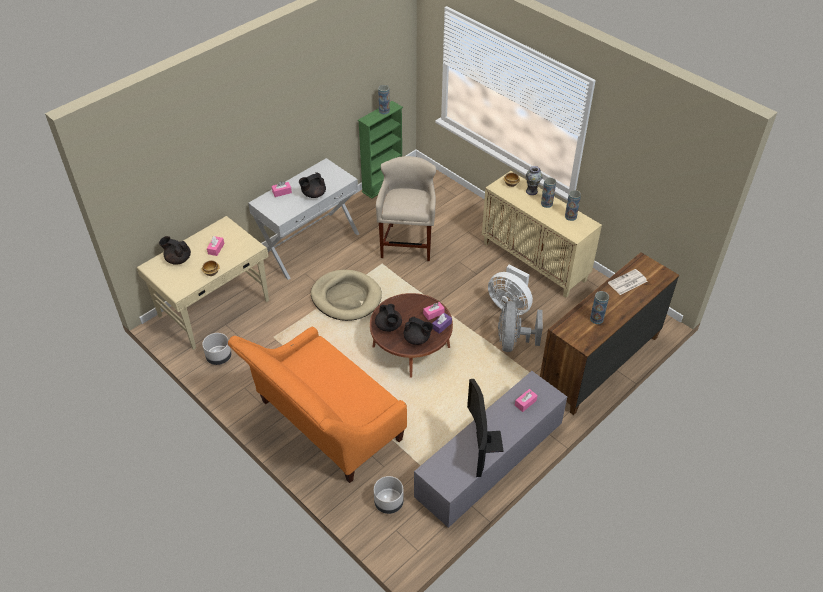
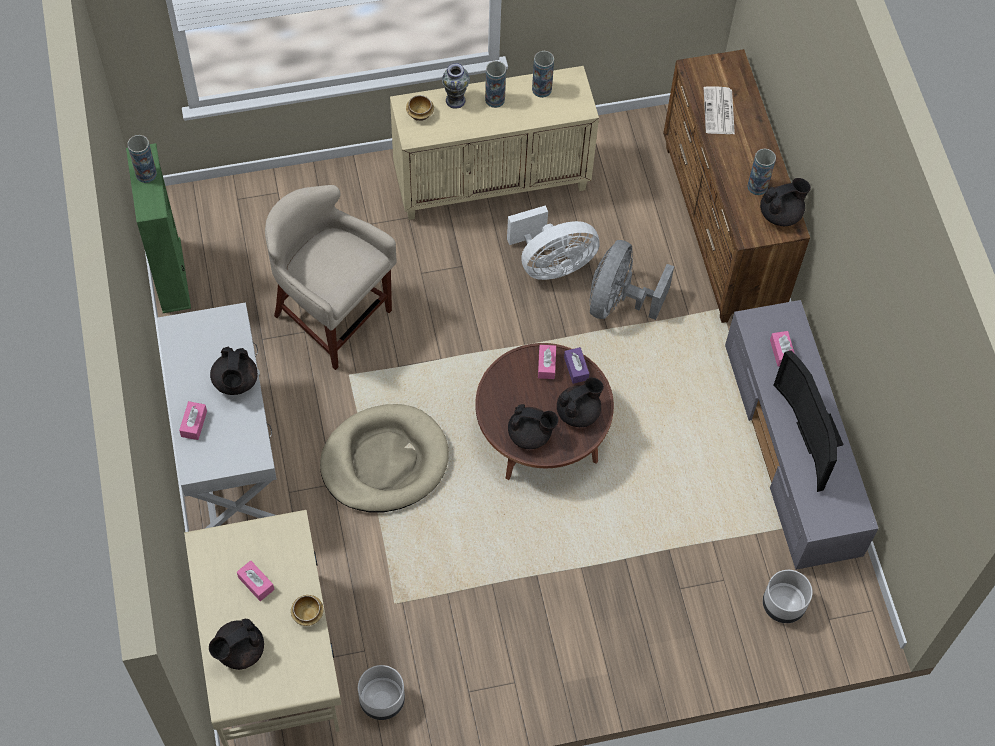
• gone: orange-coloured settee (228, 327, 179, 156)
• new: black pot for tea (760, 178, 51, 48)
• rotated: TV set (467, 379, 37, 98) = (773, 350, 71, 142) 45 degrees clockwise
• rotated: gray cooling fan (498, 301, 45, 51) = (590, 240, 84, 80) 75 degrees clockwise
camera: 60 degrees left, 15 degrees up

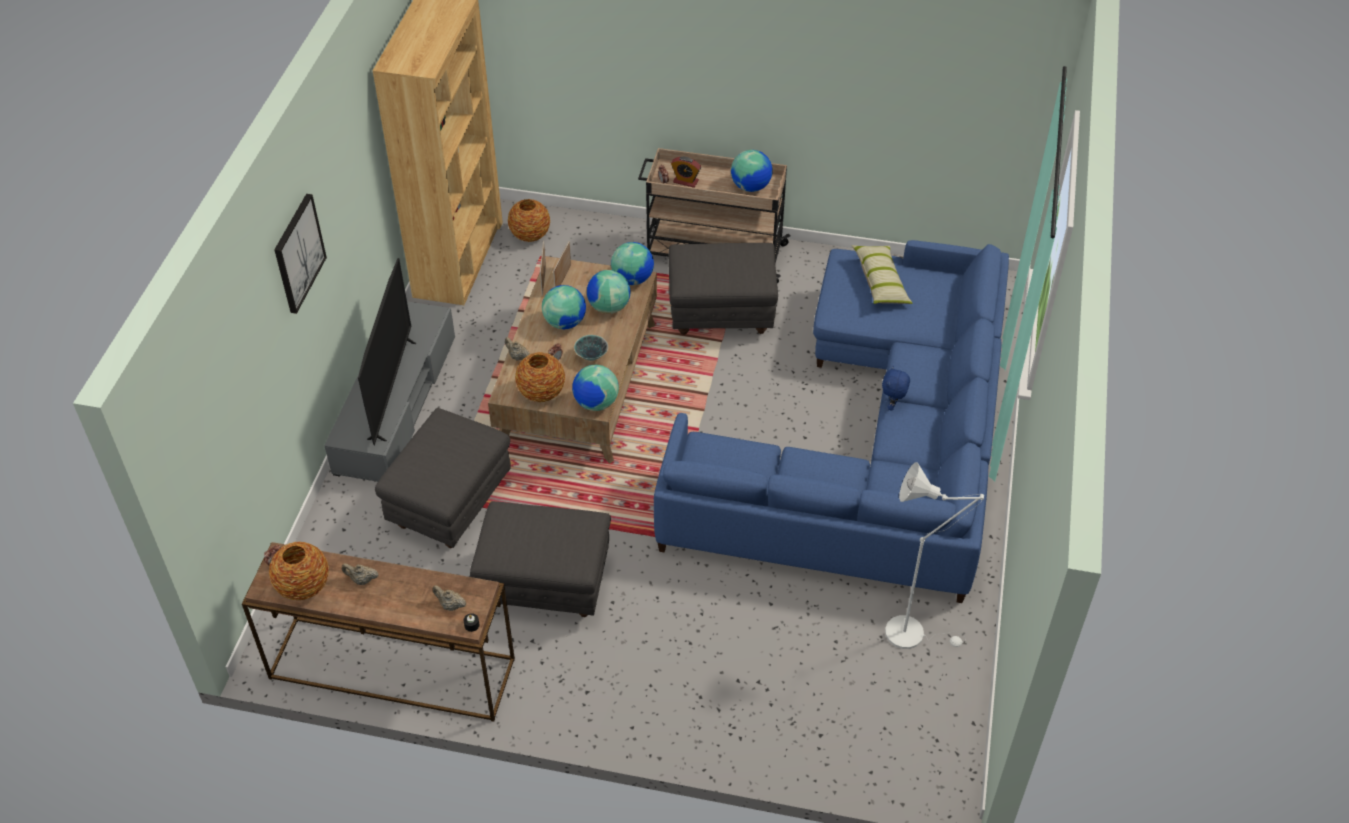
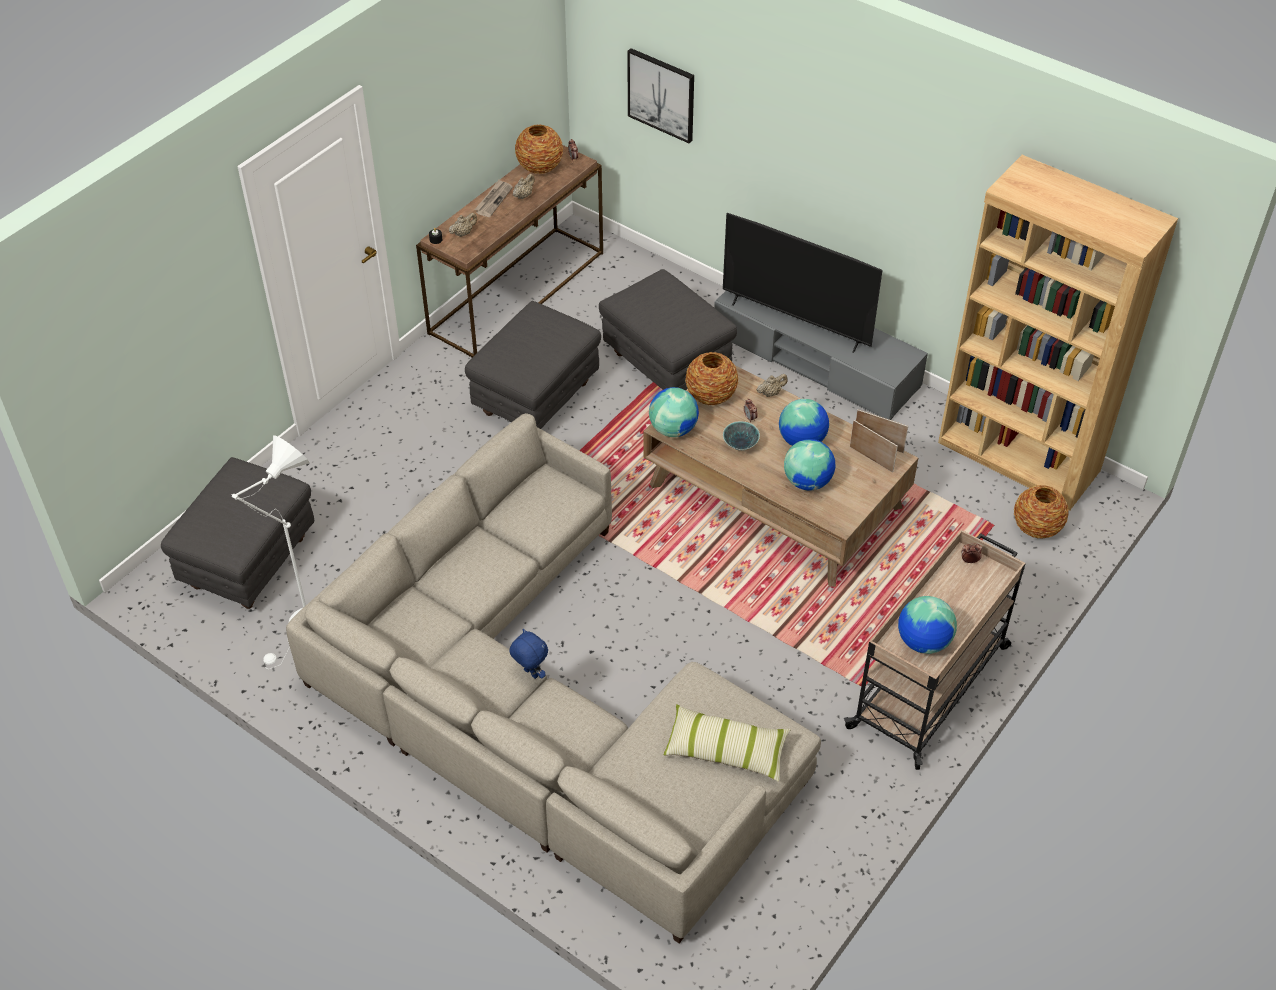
• gone: world globe (611, 242, 43, 43)
• gone: alarm clock (671, 157, 30, 31)
• new: printed paper (474, 180, 39, 37)
• shifted: wall art (274, 194, 53, 120) to (627, 48, 67, 95)
• shifted: gray footrest (668, 243, 110, 92) to (161, 457, 153, 152)
• repainted: blue settee (654, 240, 355, 363) to sand-coloured settee (286, 413, 535, 530)
camera: 115 degrees right, 0 degrees up

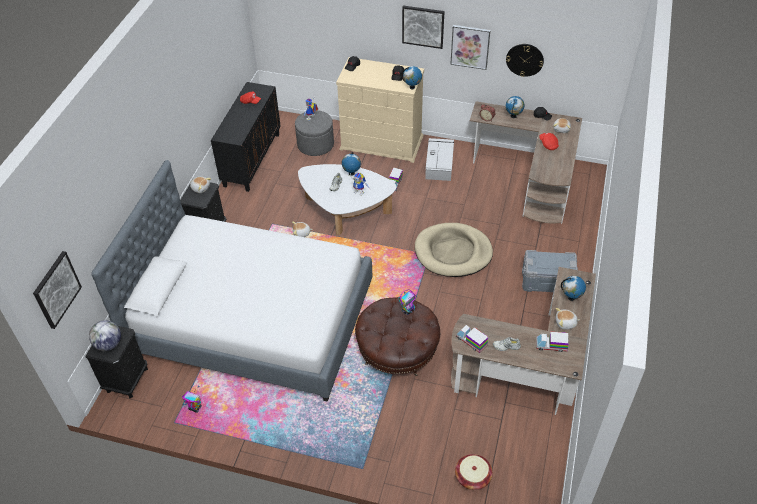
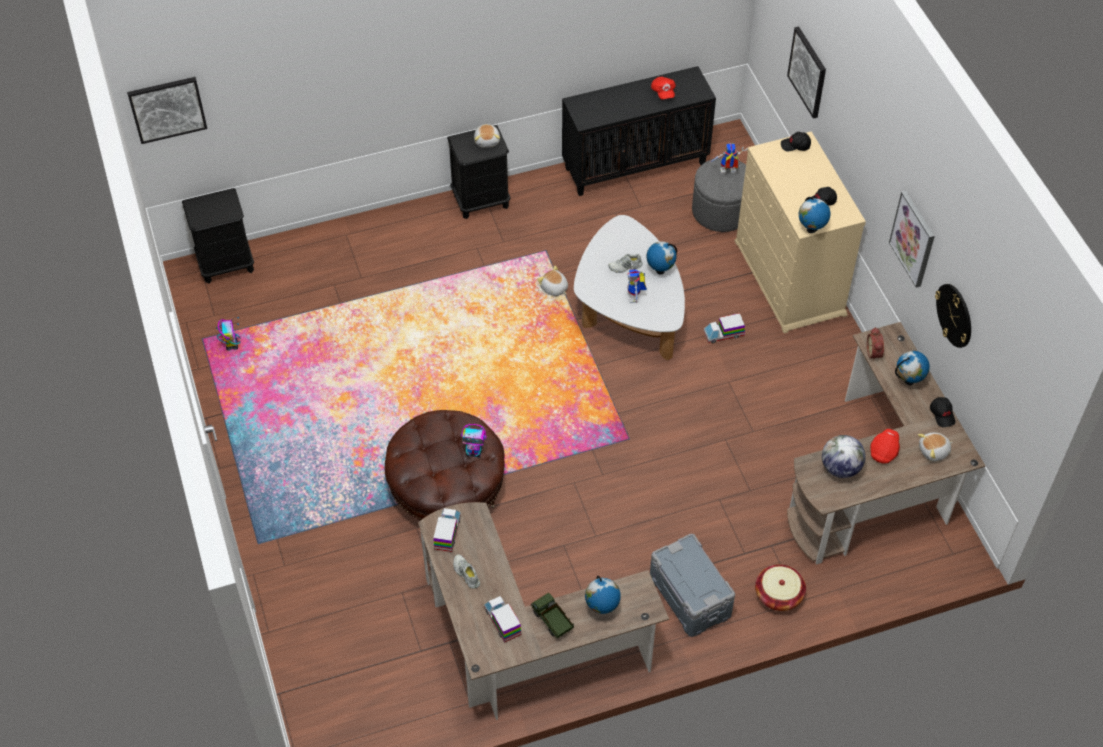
• gone: sleeping bed (91, 160, 281, 242)
• gone: sand-coloured dog bed (415, 223, 78, 54)
• gone: gray storage box (425, 138, 29, 43)
• shifted: world globe (89, 320, 32, 31) to (822, 435, 44, 43)
• shifted: wall art (402, 6, 43, 43) to (787, 26, 39, 93)
• shifted: basket (455, 454, 38, 36) to (755, 565, 51, 46)
• swapped: soft toy (556, 308, 24, 22) to toy truck (531, 593, 43, 45)
camera: 55 degrees right, 5 degrees up

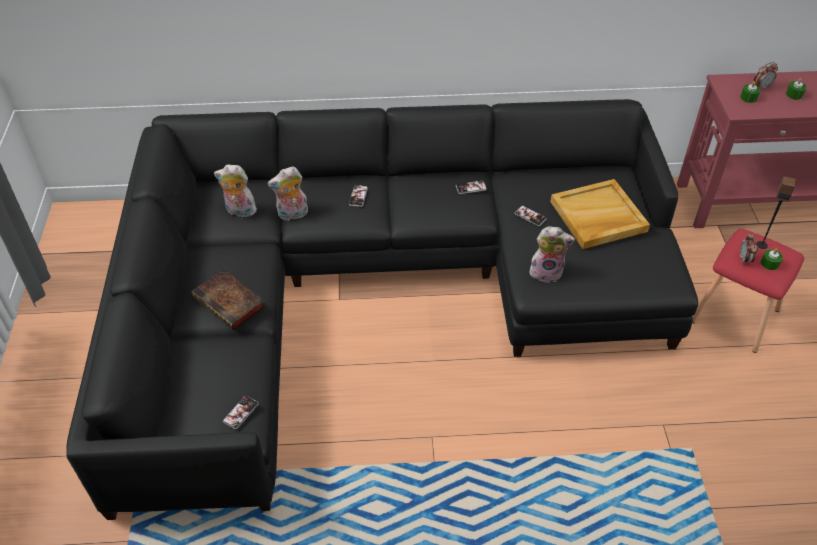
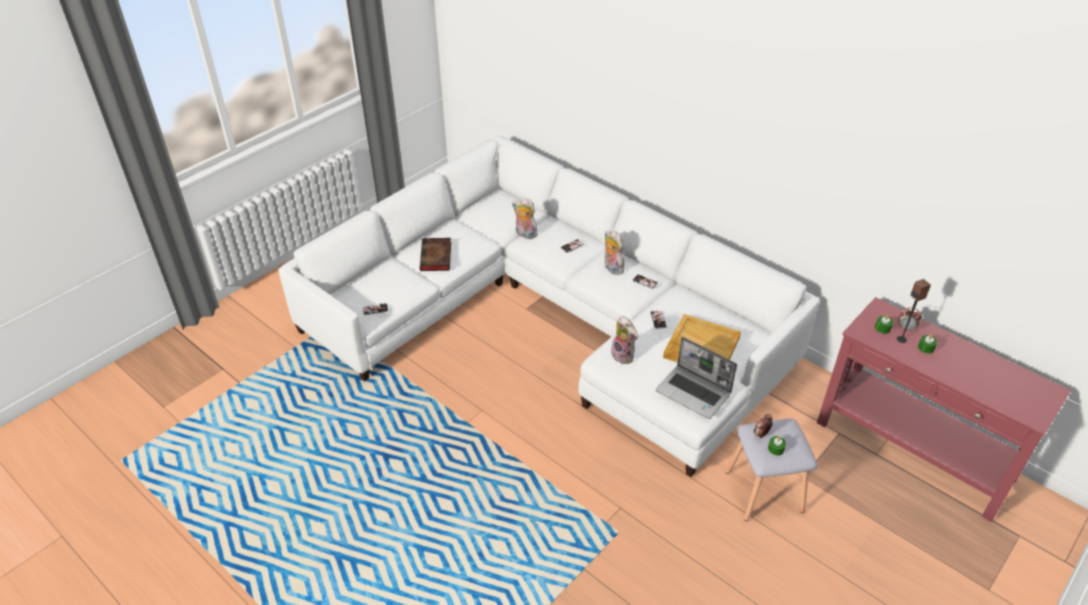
• new: portable computer (656, 337, 81, 82)
• shifted: soft toy (214, 164, 43, 53) to (605, 230, 19, 45)
• shifted: audio speaker (756, 176, 40, 73) to (897, 279, 34, 64)
• repainted: black settee (66, 99, 632, 421) to whitish settee (278, 136, 542, 341)
• repainted: red stool seat (692, 229, 112, 124) to gray stool seat (725, 419, 93, 102)
camera: 45 degrees right, 5 degrees down

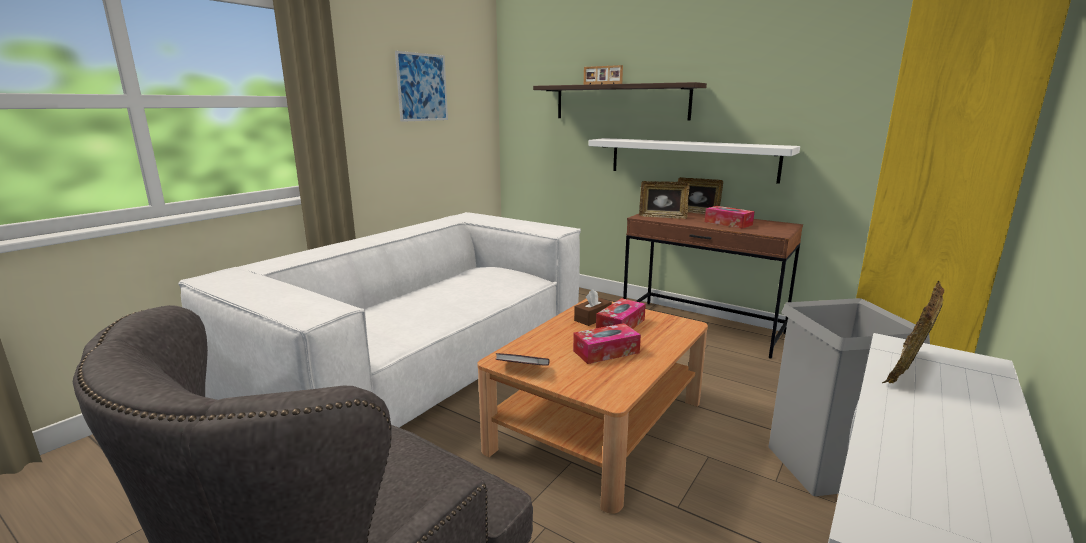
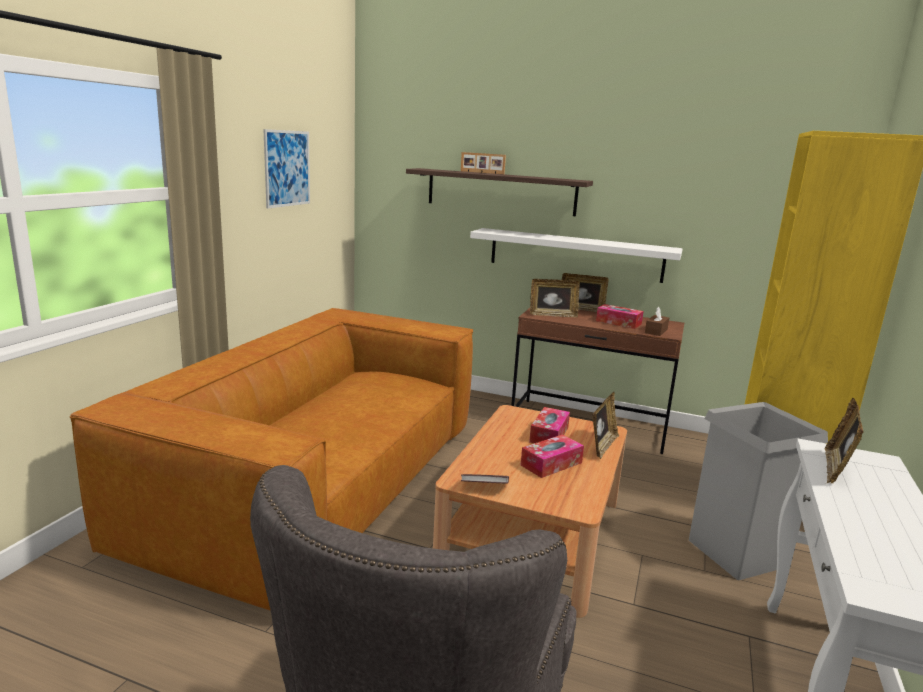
• new: photo frame (592, 392, 27, 67)
• shifted: brown tissue box (574, 289, 38, 37) to (645, 307, 24, 29)
• repainted: whitish settee (178, 212, 403, 215) to brown settee (70, 308, 403, 303)
camera: 15 degrees left, 0 degrees up

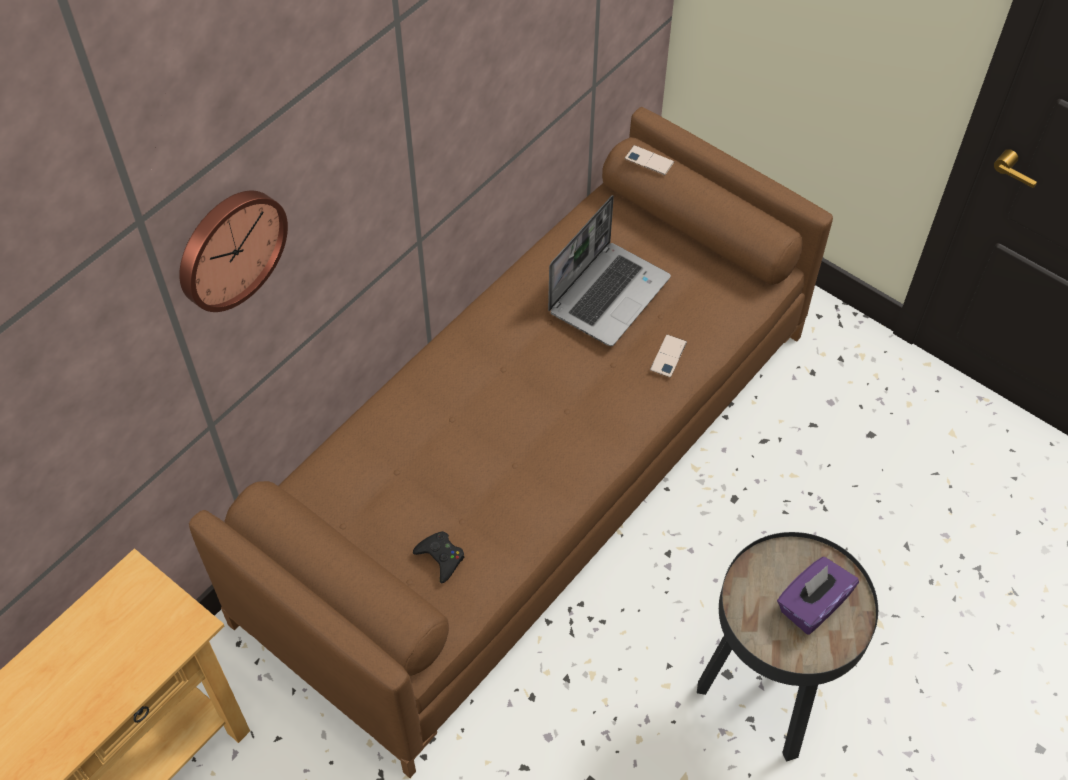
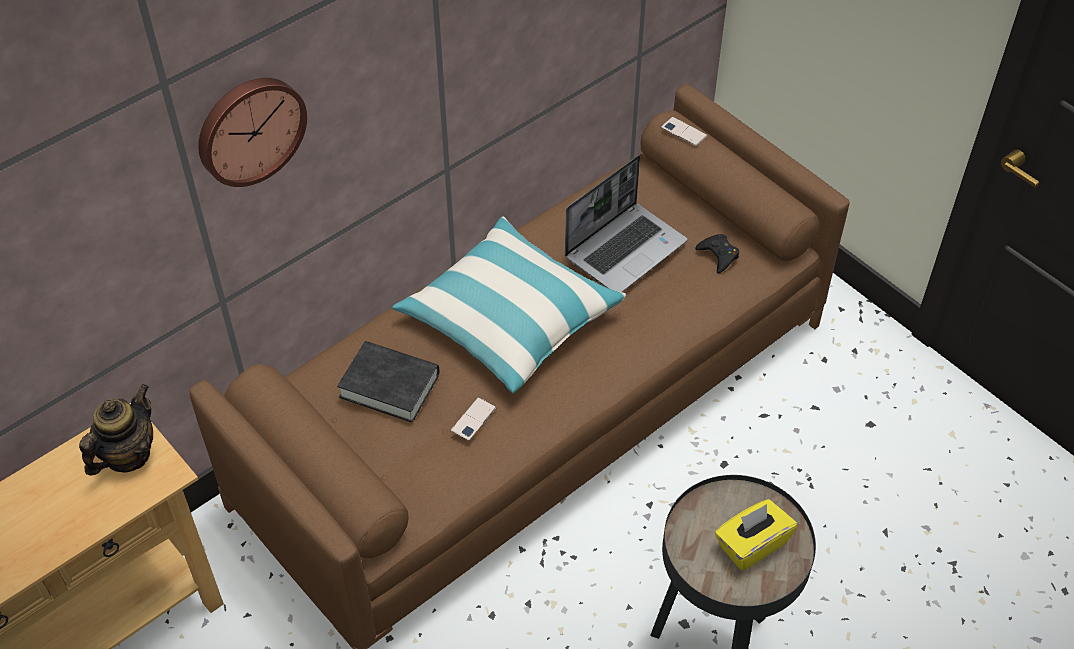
• new: pot for tea (79, 384, 74, 91)
• new: black volume (337, 341, 102, 82)
• new: pillow (392, 217, 234, 177)
• shifted: black joypad (413, 531, 51, 52) to (695, 234, 44, 39)
• shifted: handset (650, 334, 37, 44) to (451, 397, 46, 44)
• repainted: purple-coloured tissue box (777, 557, 82, 78) to yellow-coloured tissue box (715, 499, 82, 72)
camera: 10 degrees right, 5 degrees down

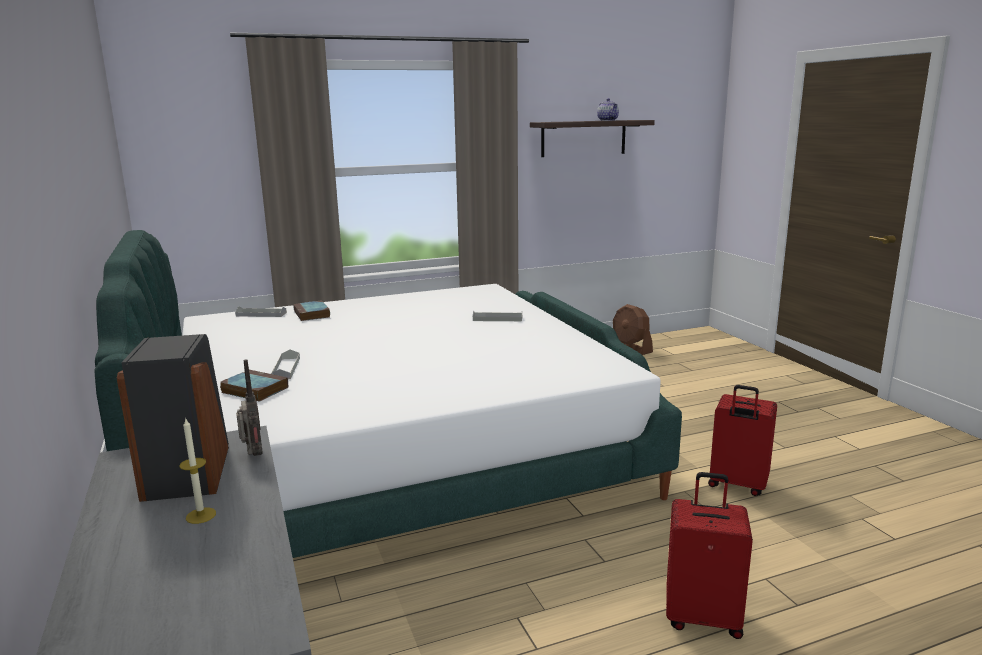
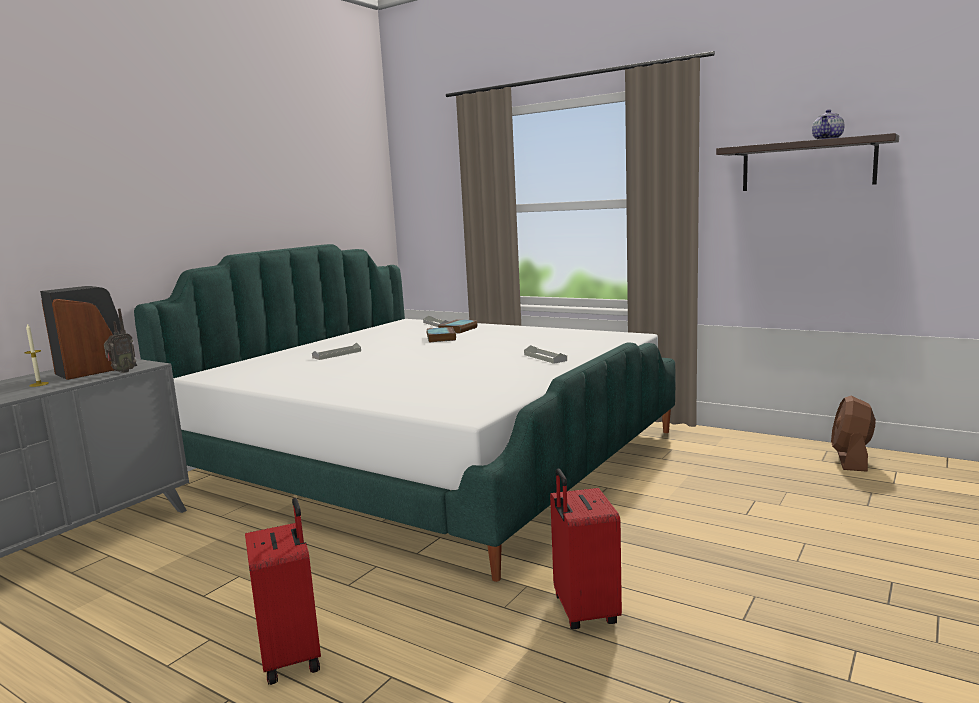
• shifted: volume (220, 370, 68, 32) to (427, 327, 29, 15)
camera: 55 degrees right, 5 degrees down

